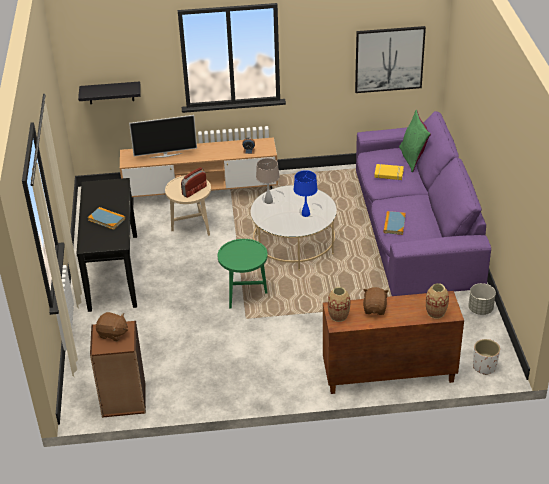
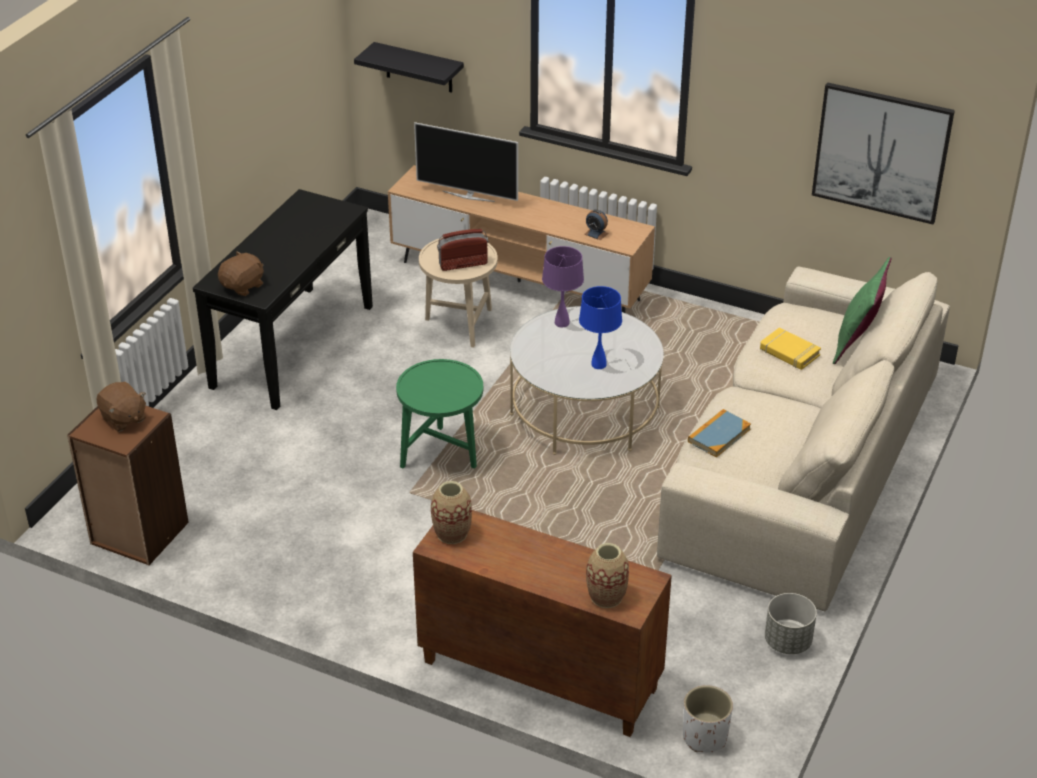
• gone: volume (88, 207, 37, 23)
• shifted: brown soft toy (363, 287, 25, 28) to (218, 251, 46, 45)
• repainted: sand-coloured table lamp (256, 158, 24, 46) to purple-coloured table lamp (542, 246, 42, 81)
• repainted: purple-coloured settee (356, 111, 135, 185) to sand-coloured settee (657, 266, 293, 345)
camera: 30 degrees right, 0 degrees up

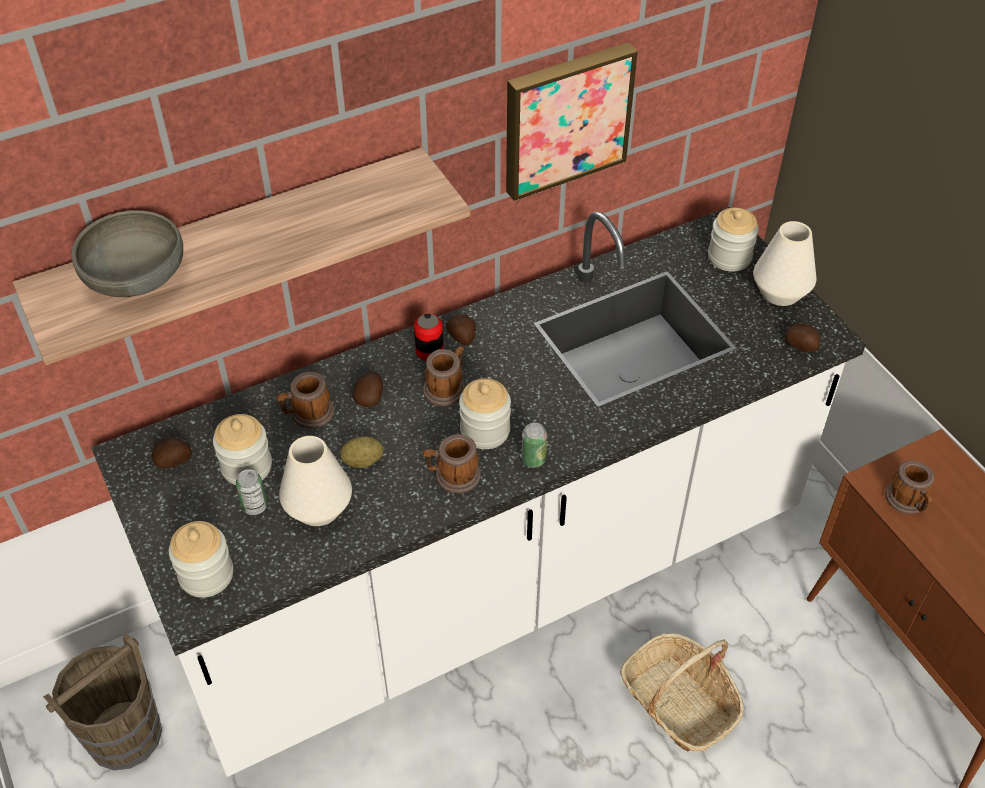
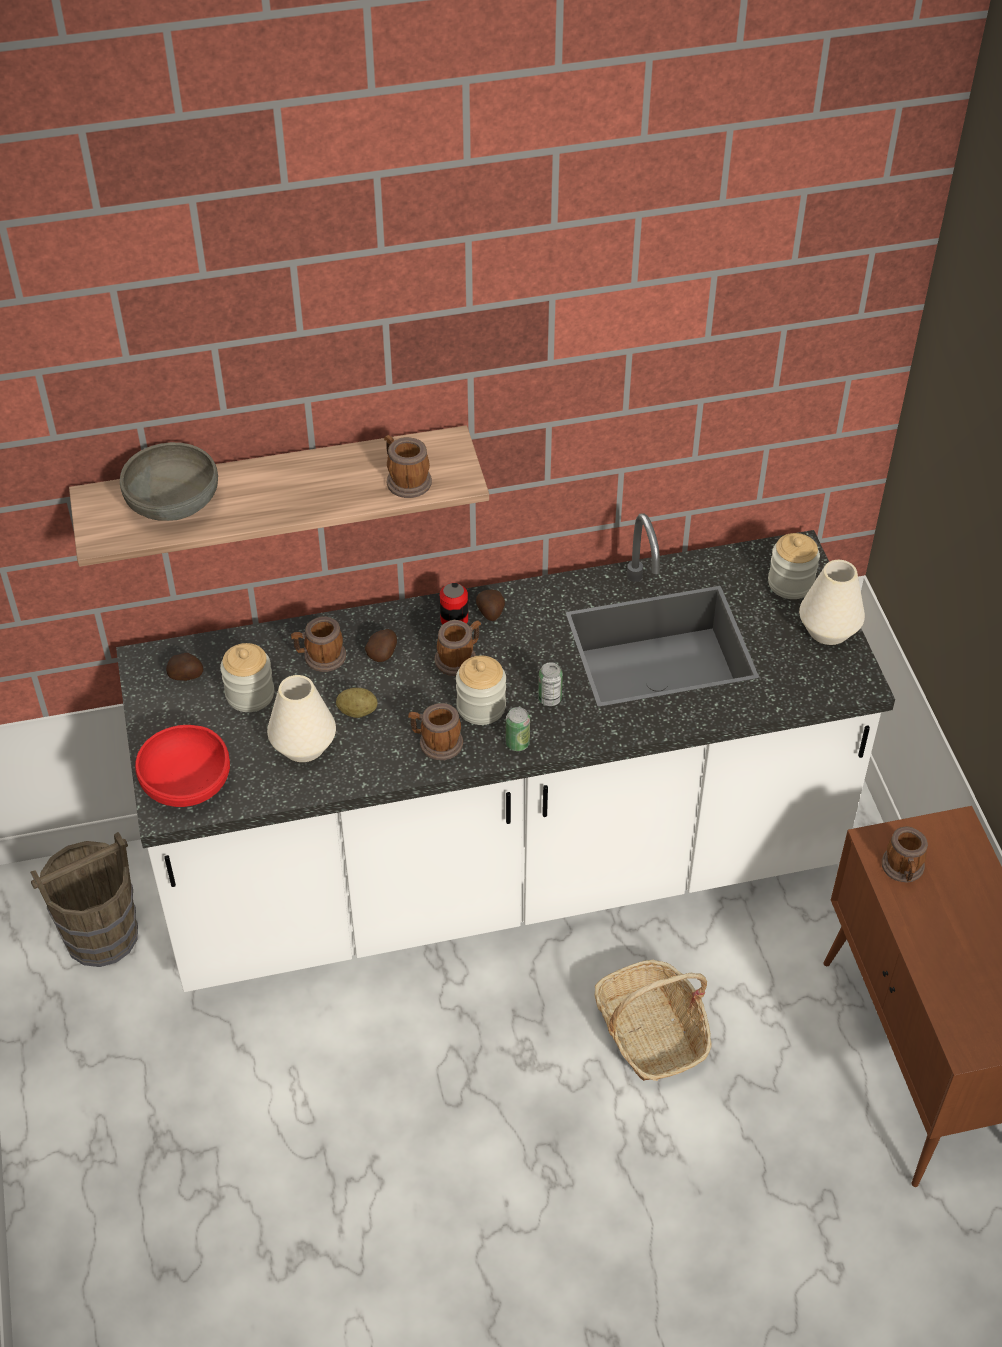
• gone: wall art (506, 42, 132, 159)
• gone: spud (785, 323, 35, 29)
• new: coffee mug (384, 435, 48, 63)
• shifted: sealed can (236, 469, 31, 46) to (538, 662, 25, 44)
• swapped: jar (169, 521, 64, 77) to red bowl (135, 725, 95, 82)
camera: 15 degrees right, 0 degrees up

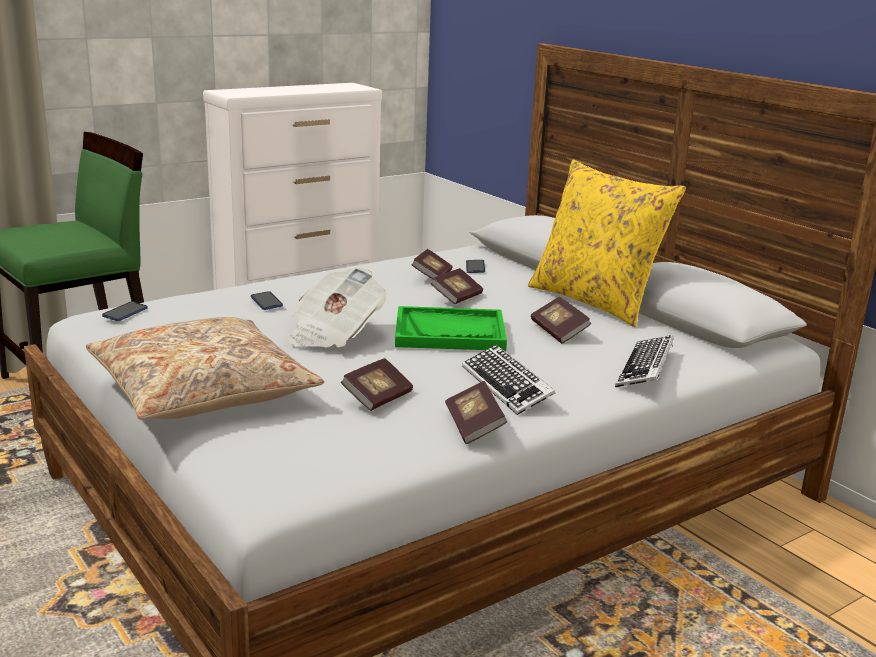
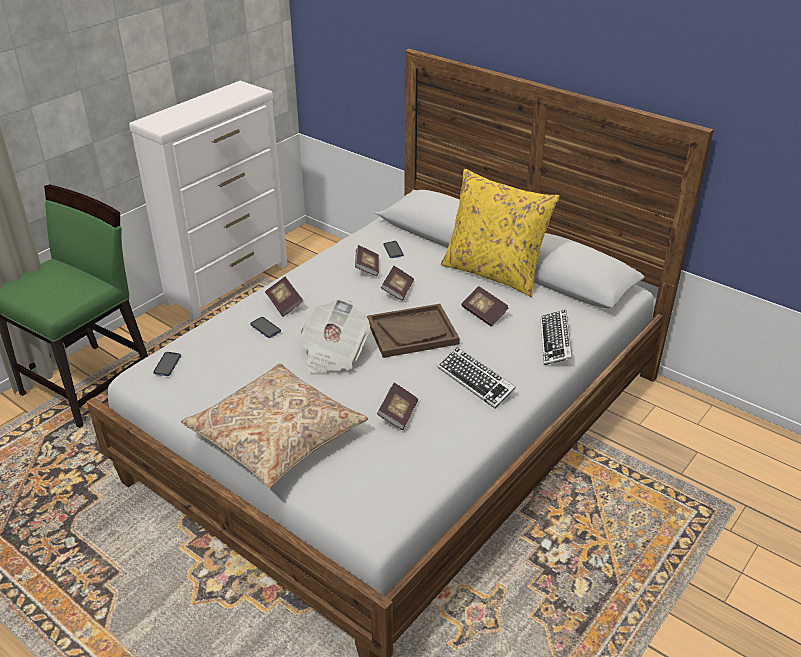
• shifted: volume (445, 381, 62, 63) to (265, 277, 38, 40)
• repainted: greenish tray (395, 306, 112, 45) to brown tray (367, 304, 93, 54)
camera: 15 degrees left, 15 degrees up

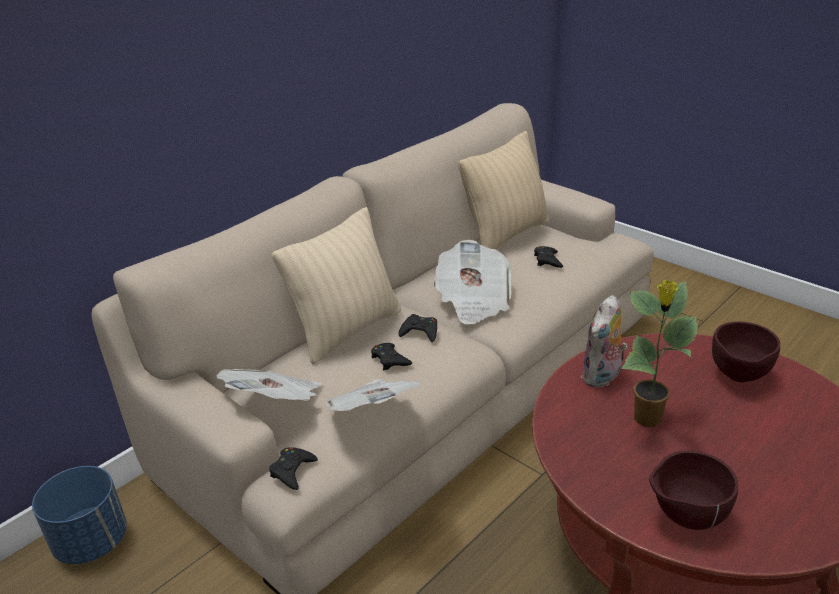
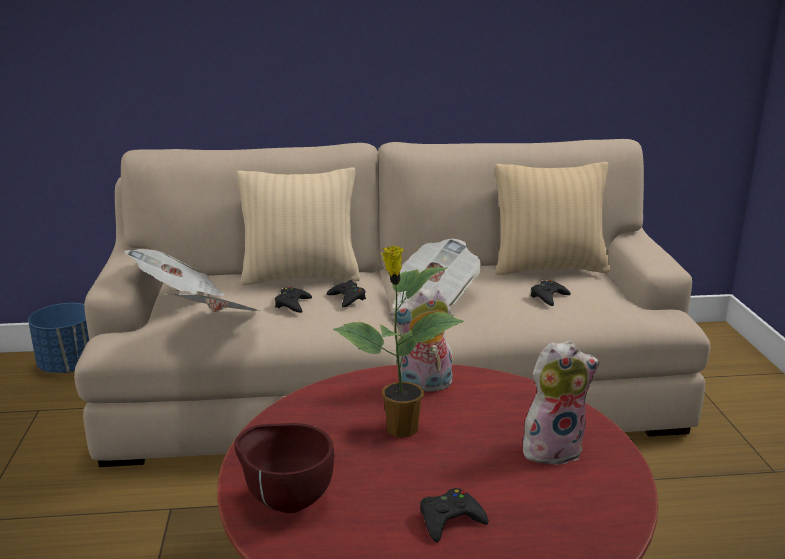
• shifted: black joypad (269, 447, 49, 43) to (420, 488, 68, 55)
• swapped: brown bowl (712, 321, 69, 61) to soft toy (523, 340, 77, 125)
camera: 40 degrees right, 10 degrees down

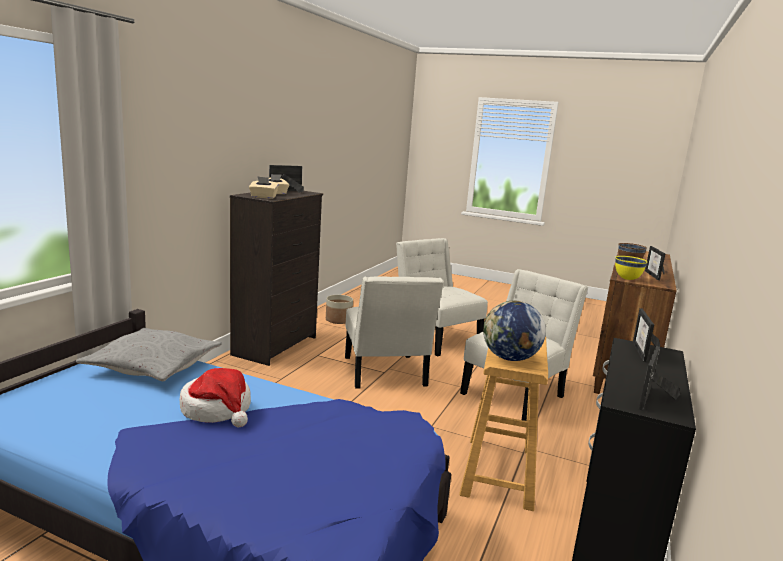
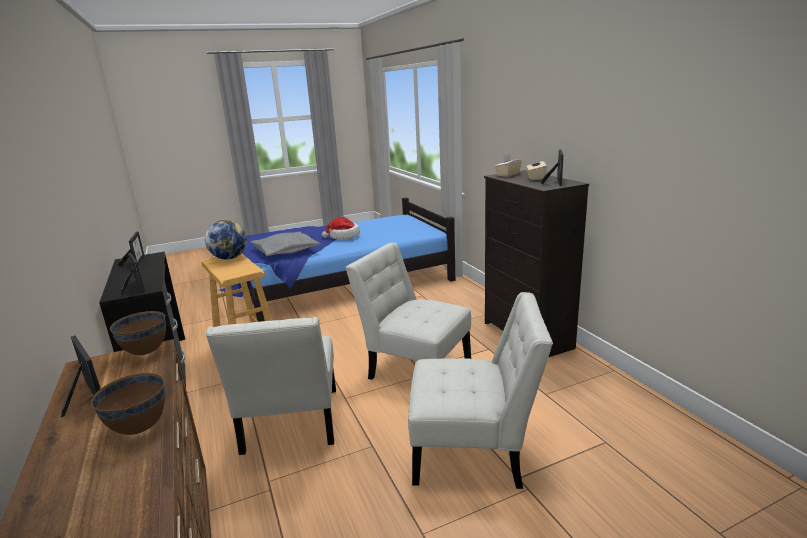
• gone: plant pot (326, 295, 27, 29)
• shifted: gray pillow (76, 328, 146, 53) to (250, 231, 71, 25)
• repainted: yellow-coloured bowl (615, 256, 33, 24) to brown bowl (110, 311, 56, 44)
camera: 135 degrees right, 5 degrees up

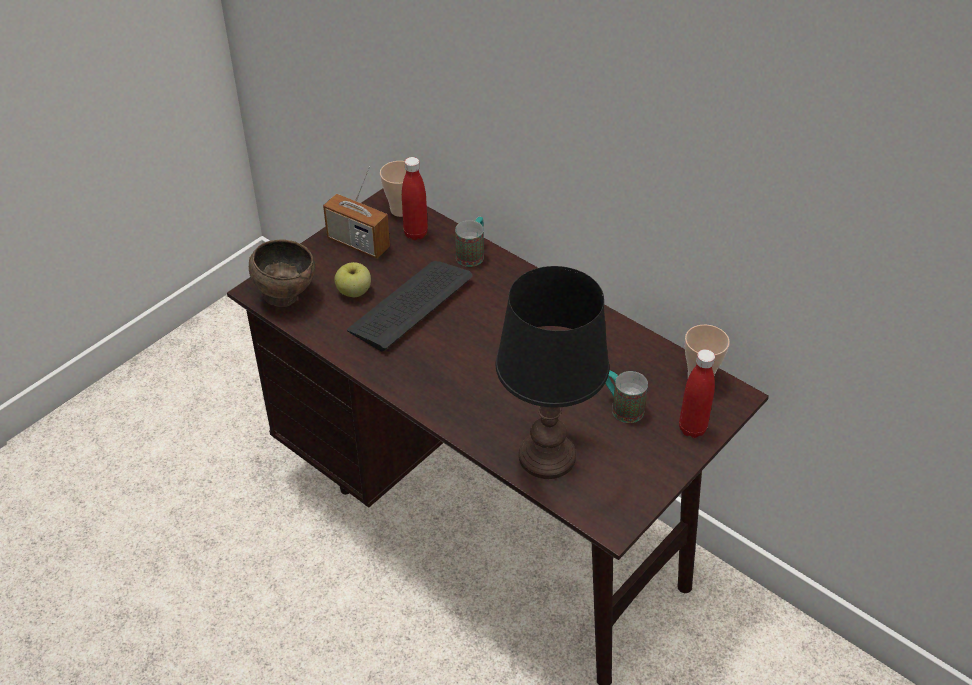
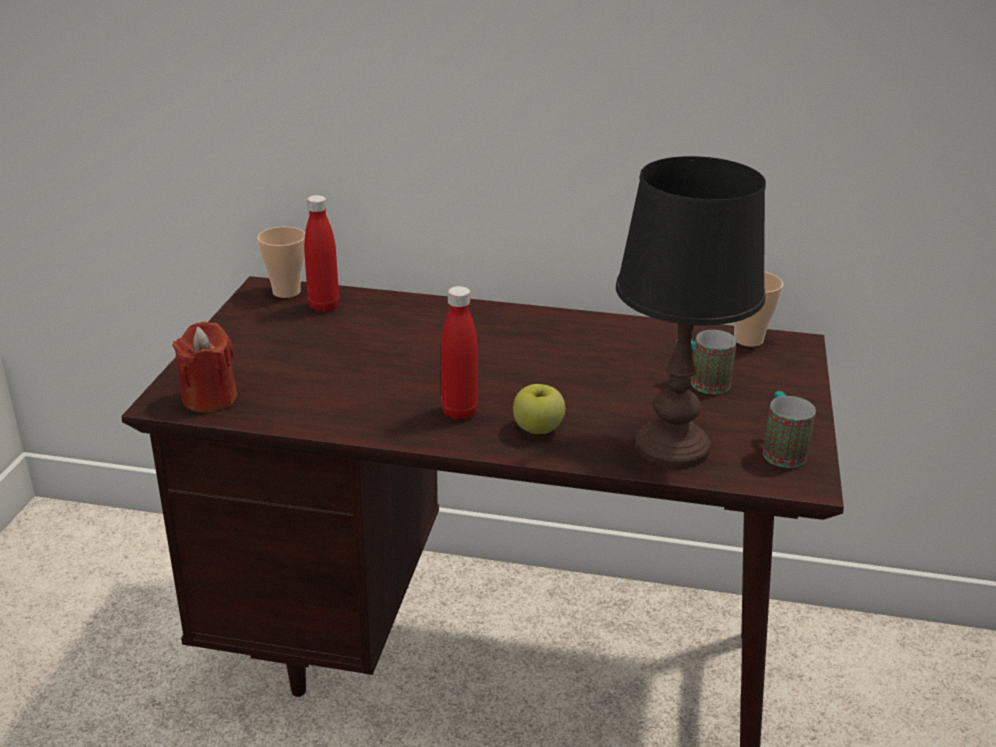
• gone: radio receiver (323, 166, 67, 93)
• gone: keyboard (347, 261, 126, 90)
• shifted: whole apple (335, 262, 36, 35) to (513, 384, 52, 50)
• shifted: coffee mug (455, 217, 29, 50) to (763, 391, 53, 77)
• shifted: red drink bottle (679, 349, 36, 89) to (441, 286, 37, 134)
• swapped: brown bowl (249, 239, 66, 68) to red candle (173, 321, 64, 91)
camera: 30 degrees left, 15 degrees down

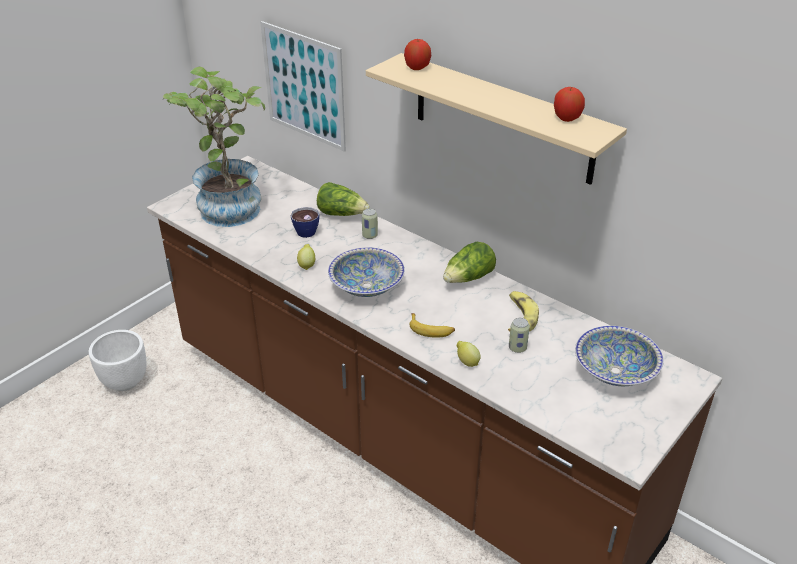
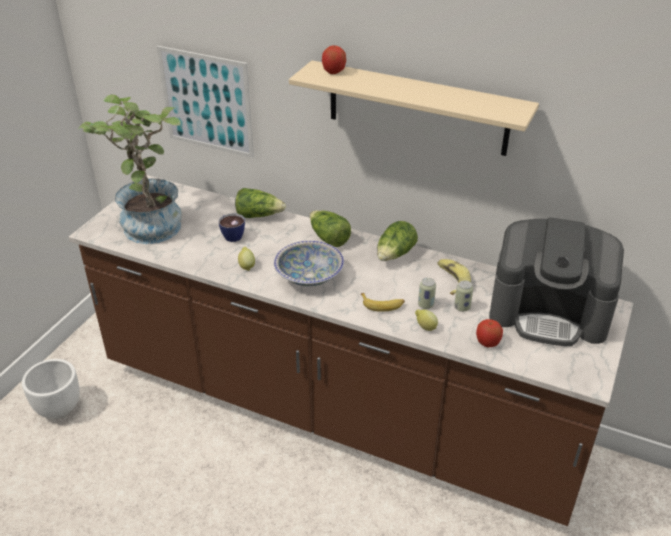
• new: lettuce (310, 210, 41, 37)
• shifted: sealed can (362, 208, 16, 31) to (418, 278, 18, 31)
• shifted: whole apple (554, 87, 31, 35) to (476, 319, 27, 28)
• swapped: bowl (575, 326, 89, 60) to coffee brewer (489, 218, 135, 128)
camera: 15 degrees left, 0 degrees up

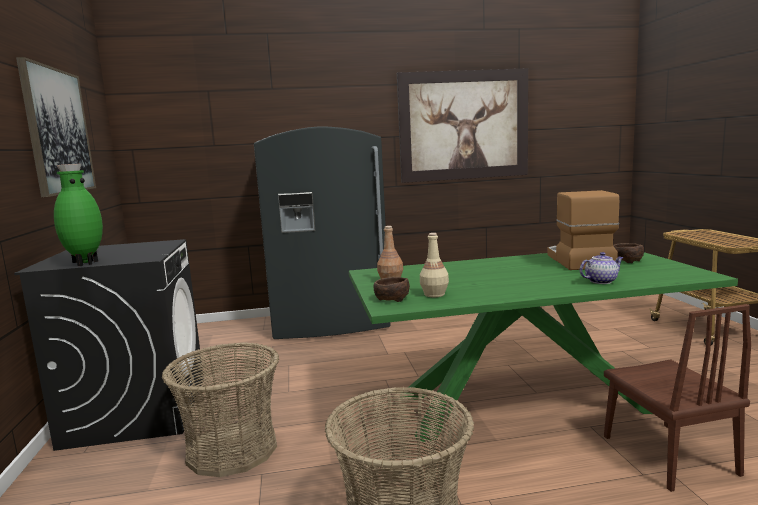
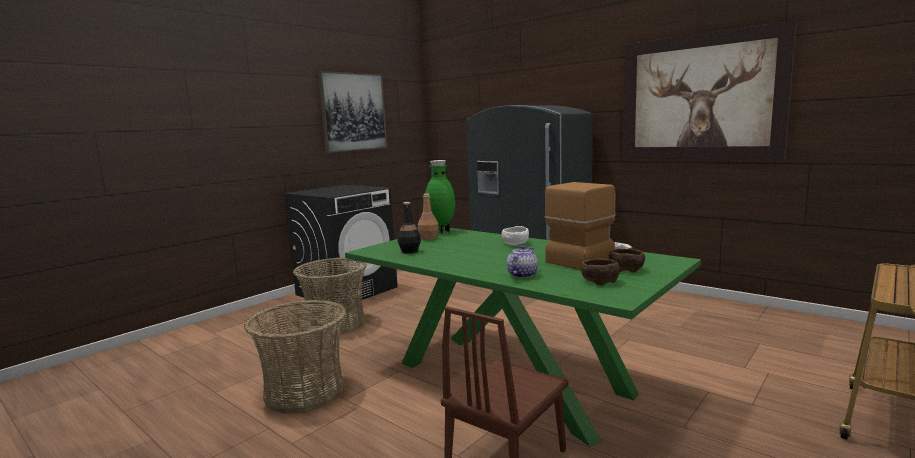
• new: whitish bowl (502, 226, 27, 20)
• shifted: greenish flower vase (54, 164, 49, 102) to (425, 160, 30, 73)
• shifted: brown bowl (374, 277, 36, 25) to (581, 259, 39, 27)
• repainted: sand-coloured drink bottle (420, 233, 29, 64) to black drink bottle (397, 202, 24, 51)
• rotated: pot for tea (580, 252, 44, 32) = (507, 245, 31, 33) 90 degrees counterclockwise
camera: 50 degrees right, 0 degrees up

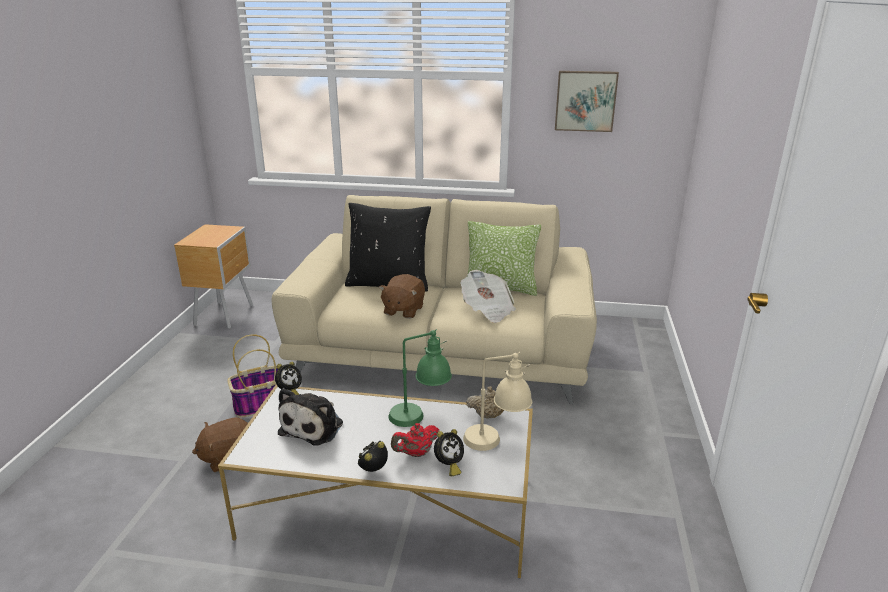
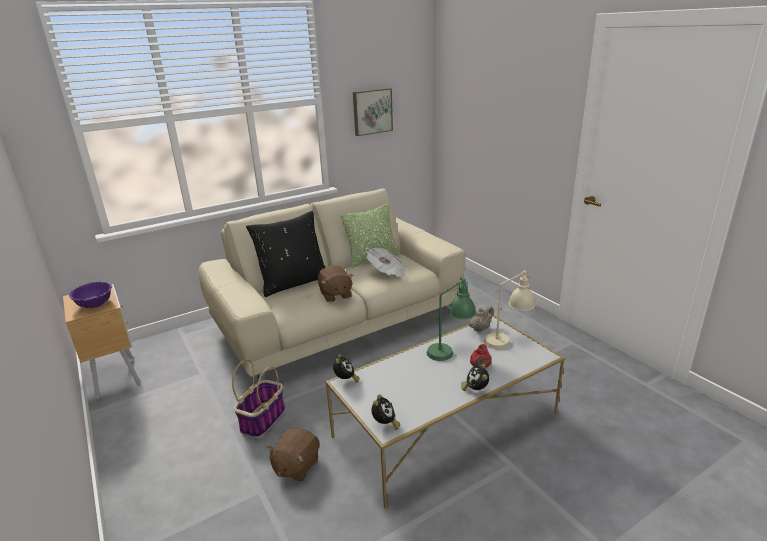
• gone: soft toy (278, 388, 65, 57)
• new: purple-coloured bowl (69, 281, 43, 27)
• shifted: alarm clock (434, 429, 30, 47) to (372, 394, 28, 36)
camera: 40 degrees left, 0 degrees up

